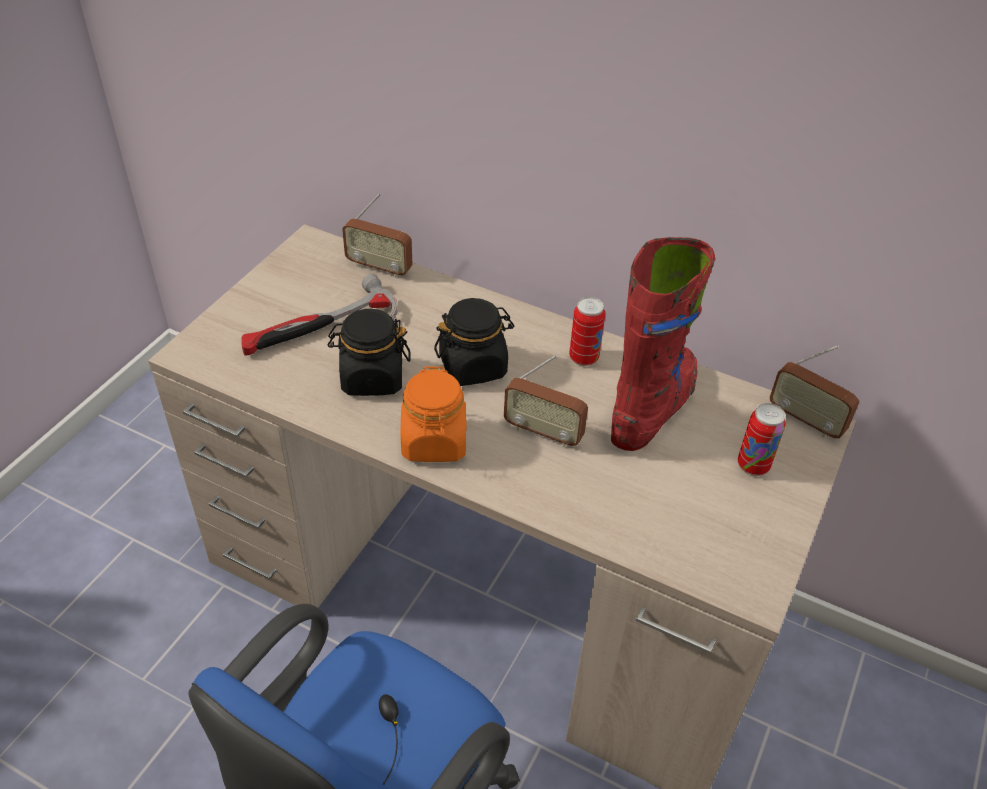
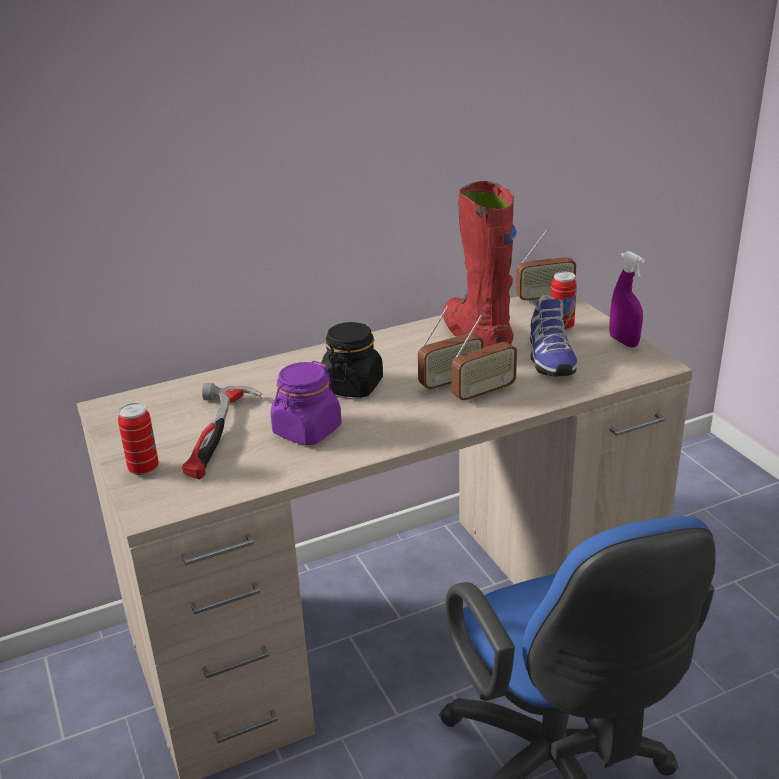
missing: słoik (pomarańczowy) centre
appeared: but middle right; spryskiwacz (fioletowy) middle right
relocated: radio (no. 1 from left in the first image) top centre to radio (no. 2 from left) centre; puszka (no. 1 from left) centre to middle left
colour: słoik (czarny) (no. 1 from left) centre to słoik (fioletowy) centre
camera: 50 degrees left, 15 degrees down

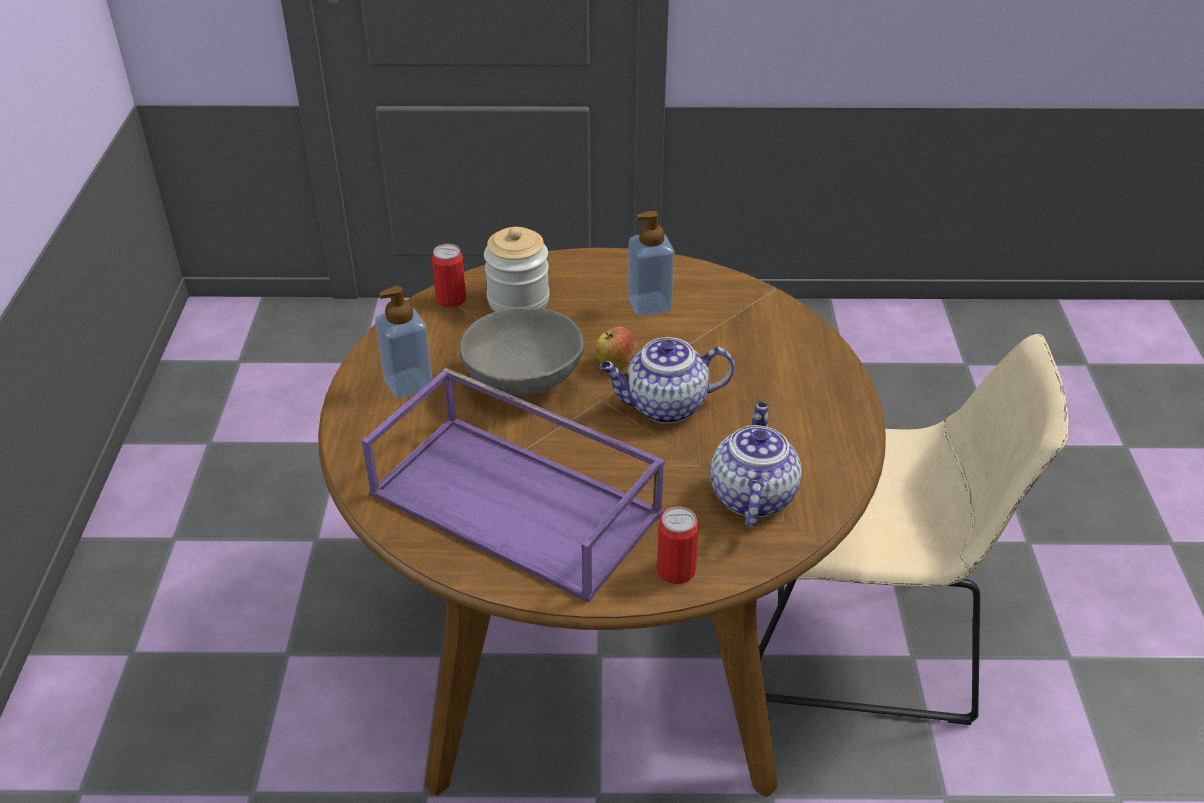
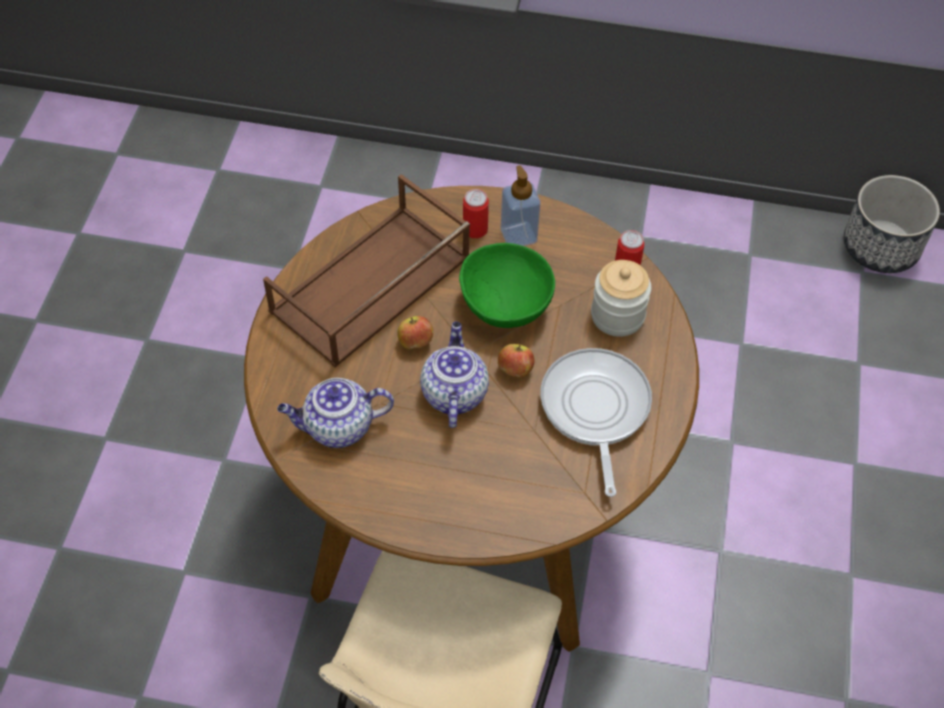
appeared: jabłko (no. 1 from left) centre; donica top right
relocated: puszka (no. 2 from left in the first image) bottom centre to puszka (no. 1 from left) top centre
exchanged: dozownik mydła (no. 2 from left) top centre to patelnia centre
colour: taca (fioletowy) centre to taca (brązowy) centre; miska (szary) centre to miska (zielony) centre
spun: imbryk (no. 2 from left in the first image) centre = centre 150 degrees clockwise
camera: 100 degrees right, 15 degrees up

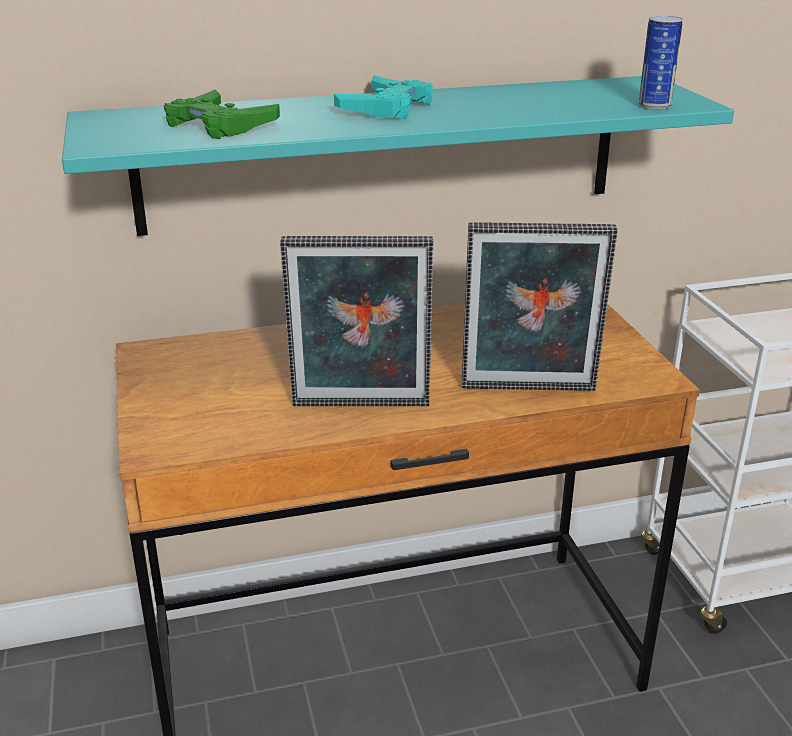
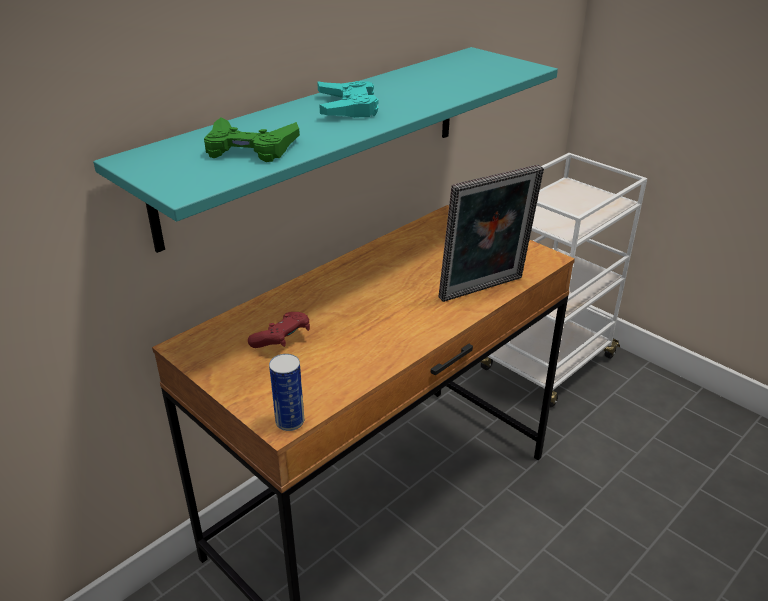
missing: ramka na zdjęcie (no. 1 from left) centre
appeared: pad do gier (czerwony) centre
relocated: puszka top right to centre
camera: 30 degrees left, 5 degrees up

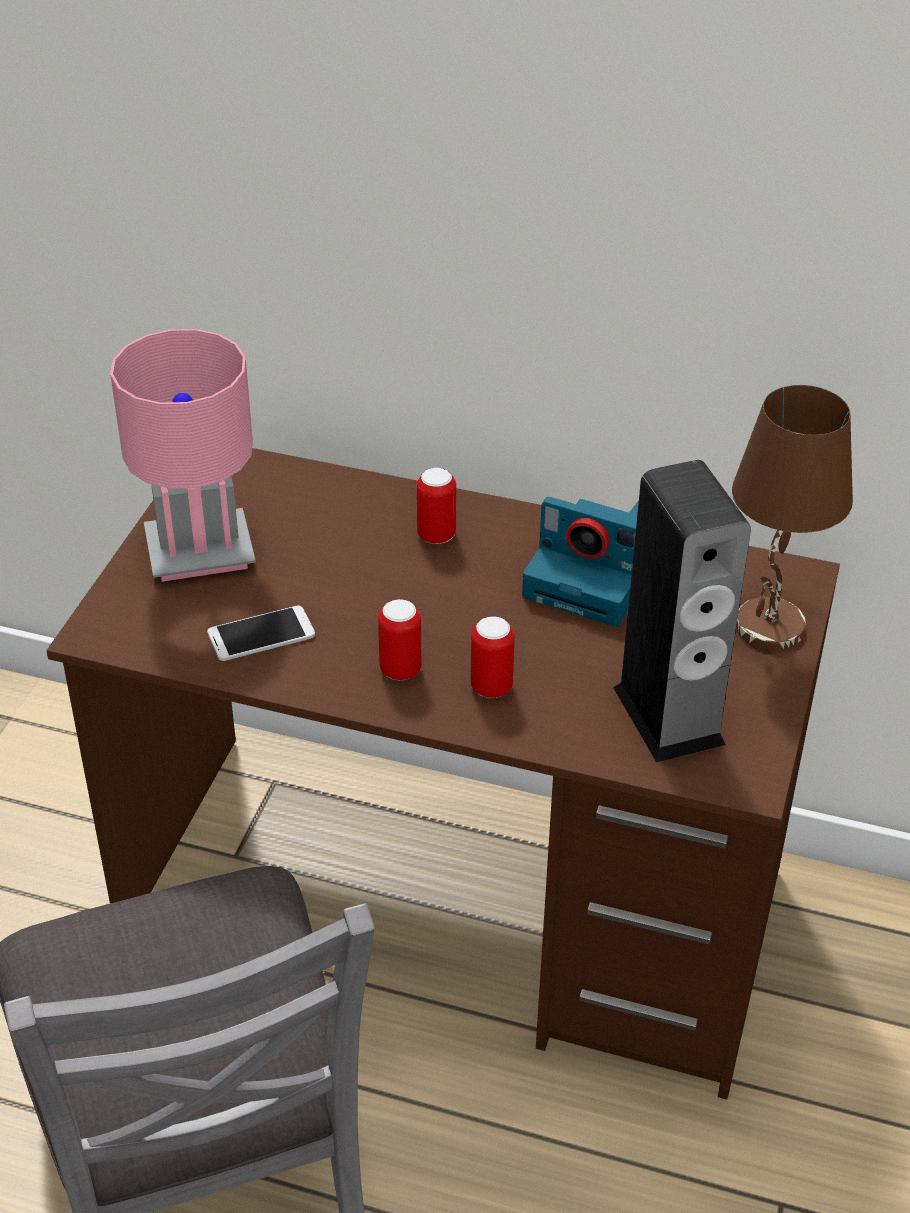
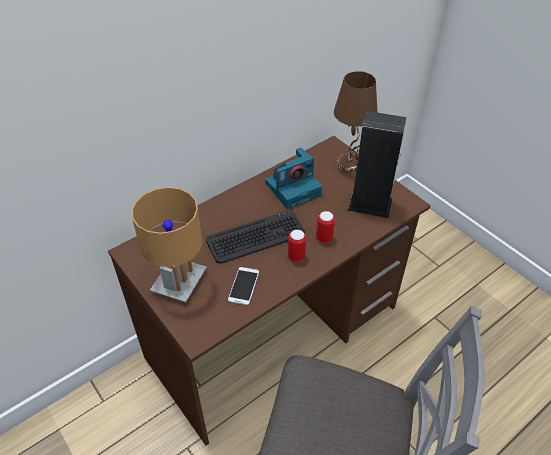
missing: puszka (no. 2 from left) centre
appeared: klawiatura centre
colour: lampa stołowa (różowy) middle left to lampa stołowa (brązowy) (no. 1 from left) middle left
camera: 55 degrees left, 5 degrees up

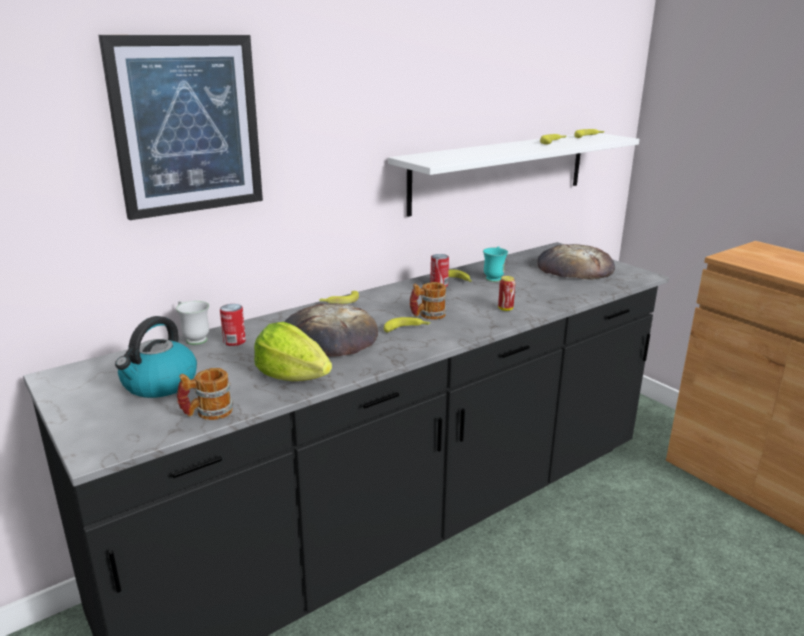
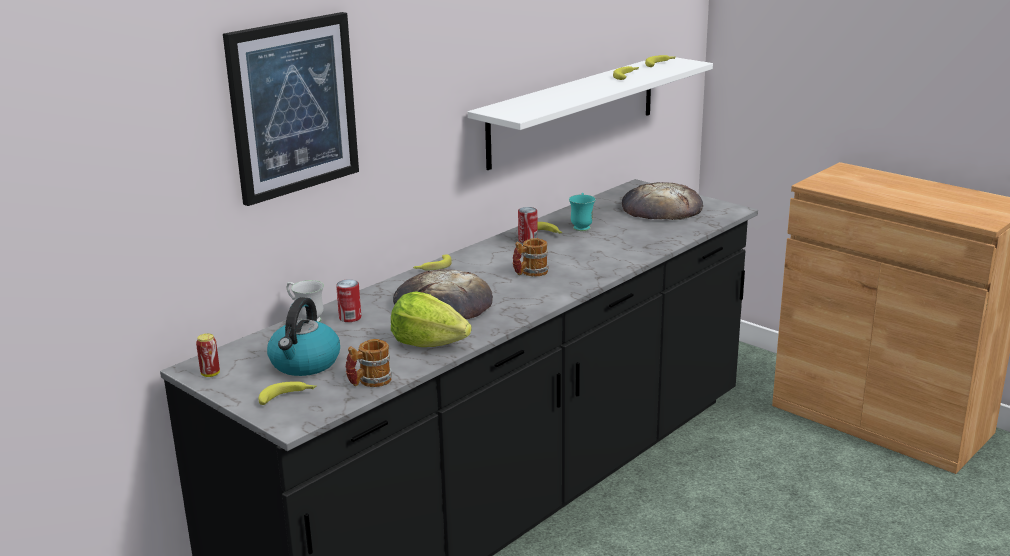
relocated: banan (no. 2 from left in the first image) centre to banan (no. 1 from left) bottom left; puszka (no. 3 from left in the first image) centre to puszka (no. 1 from left) middle left
camera: 10 degrees left, 0 degrees up

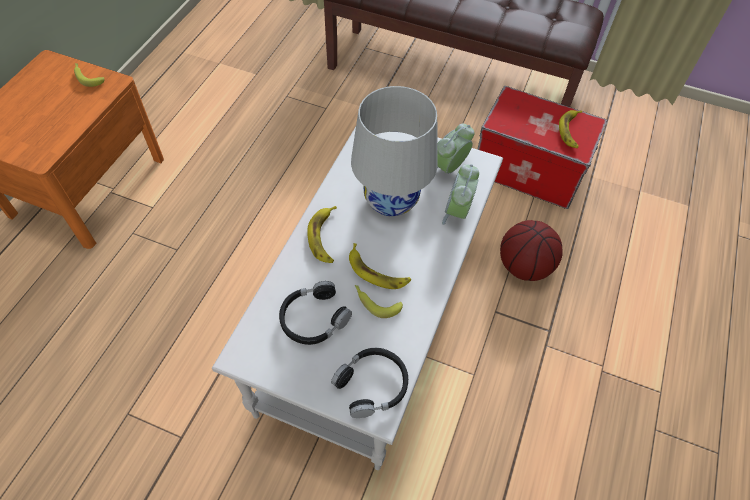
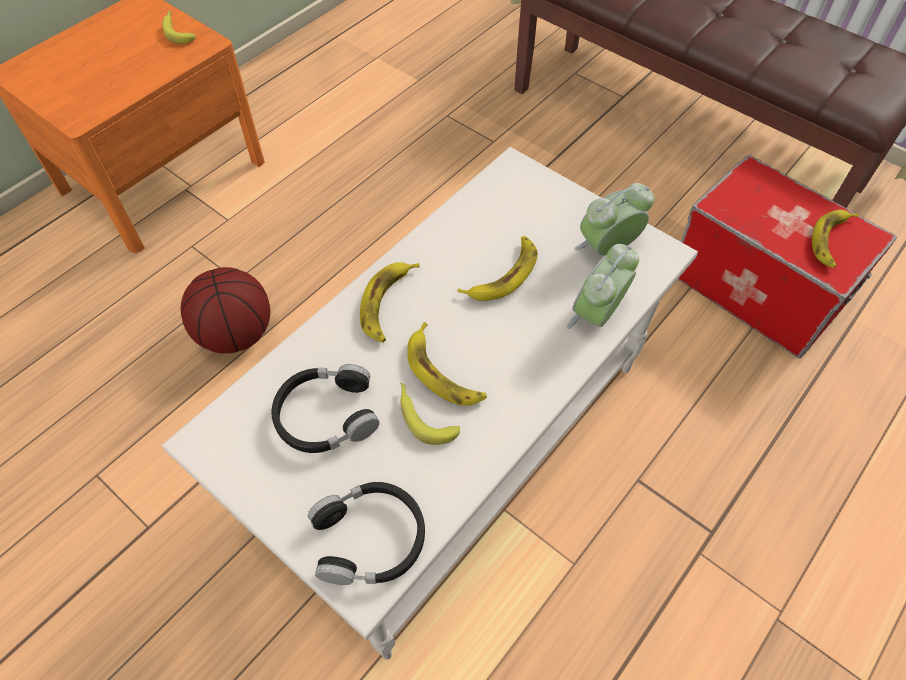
relocated: piłka do koszykówki middle right to middle left
exchanged: lampa stołowa (biały) top centre to banan (no. 5 from left) centre
camera: 20 degrees right, 0 degrees up

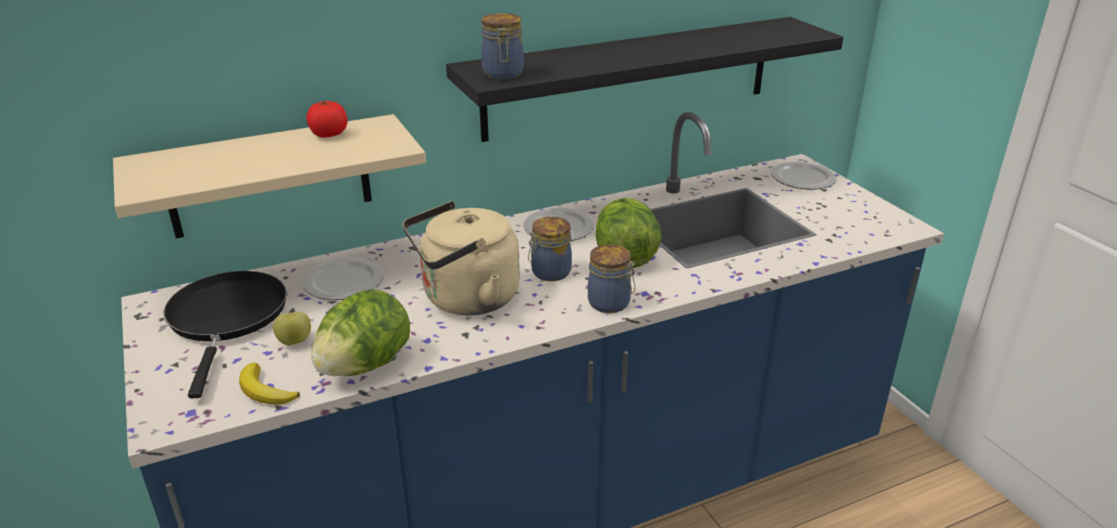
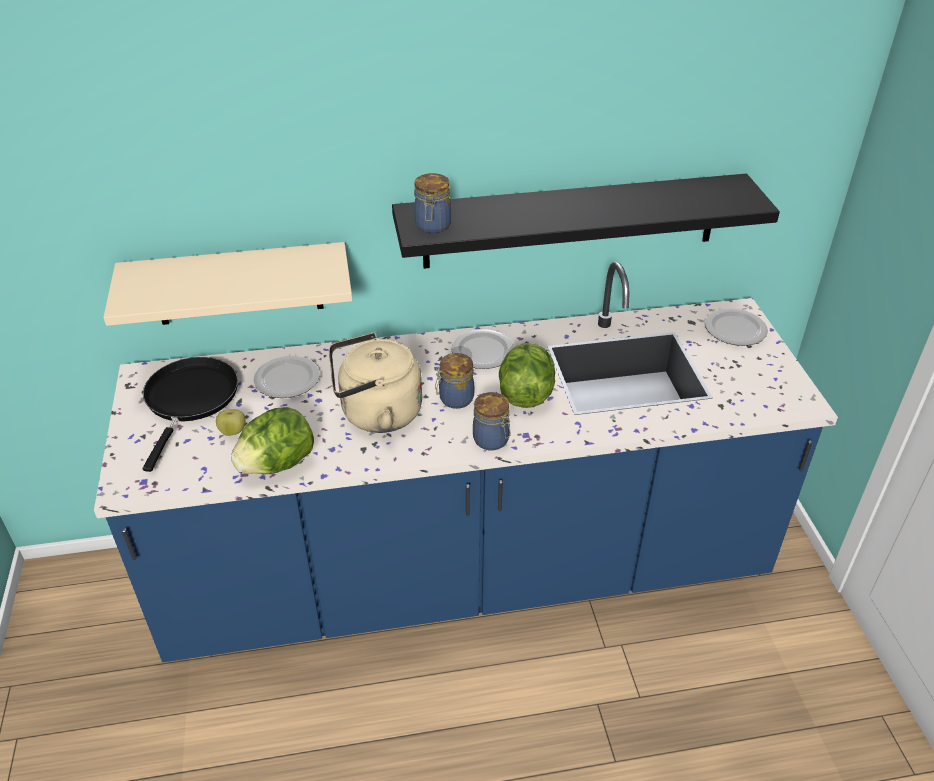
missing: banan bottom left; pomidor top left
camera: 15 degrees right, 10 degrees up

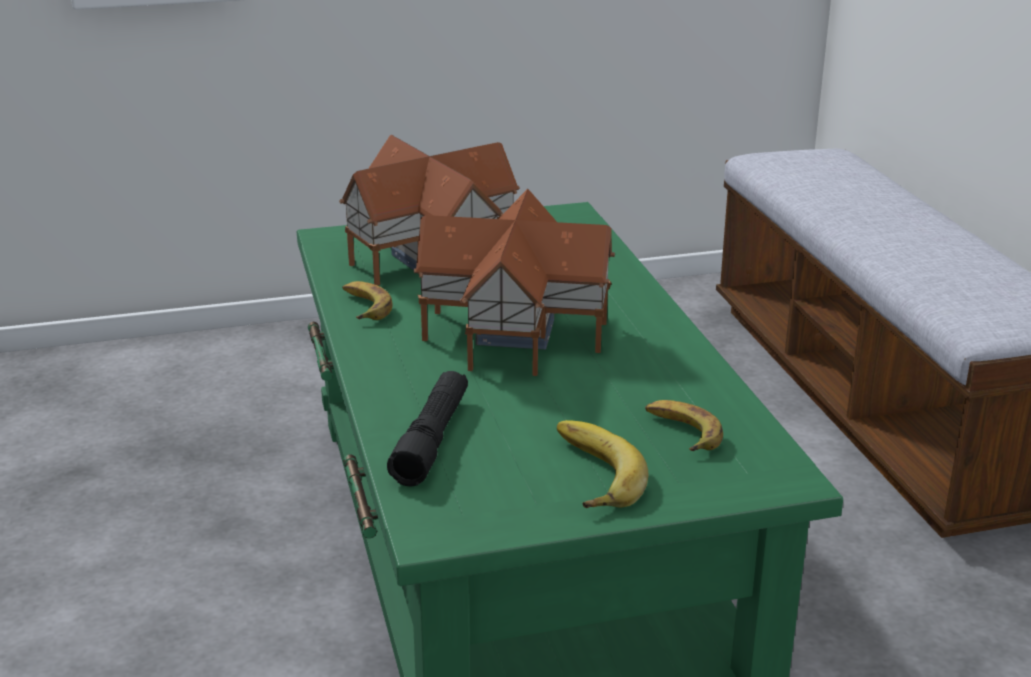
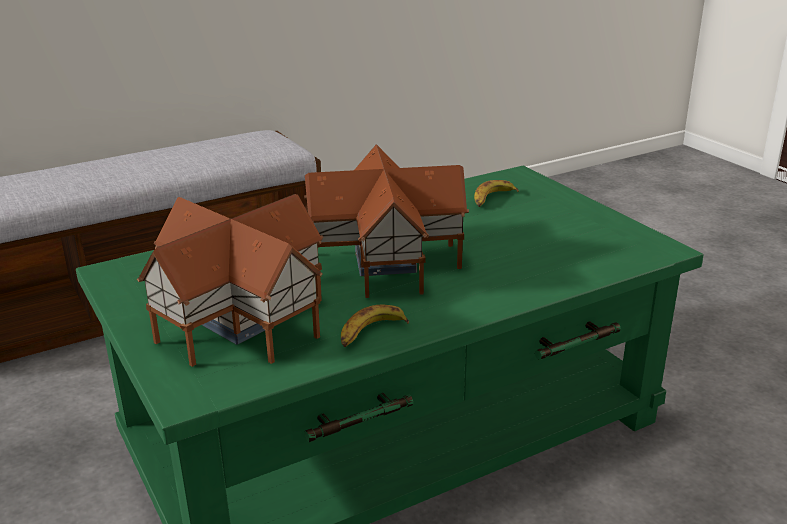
missing: latarka (czarny) centre; banan (no. 2 from left) bottom centre
camera: 105 degrees left, 0 degrees up

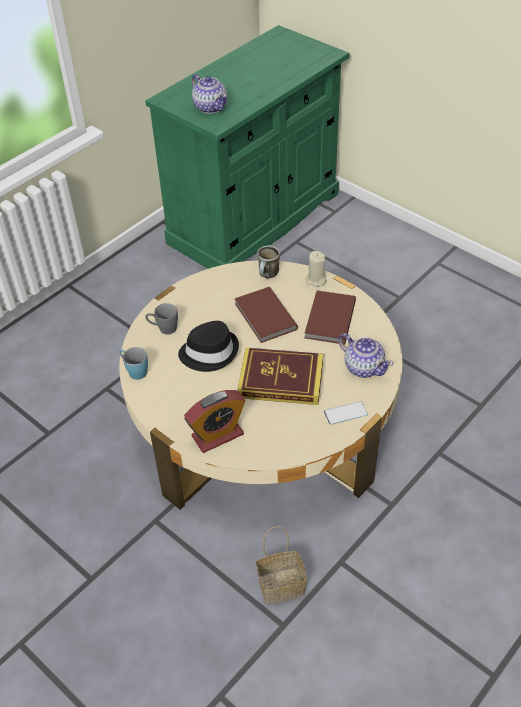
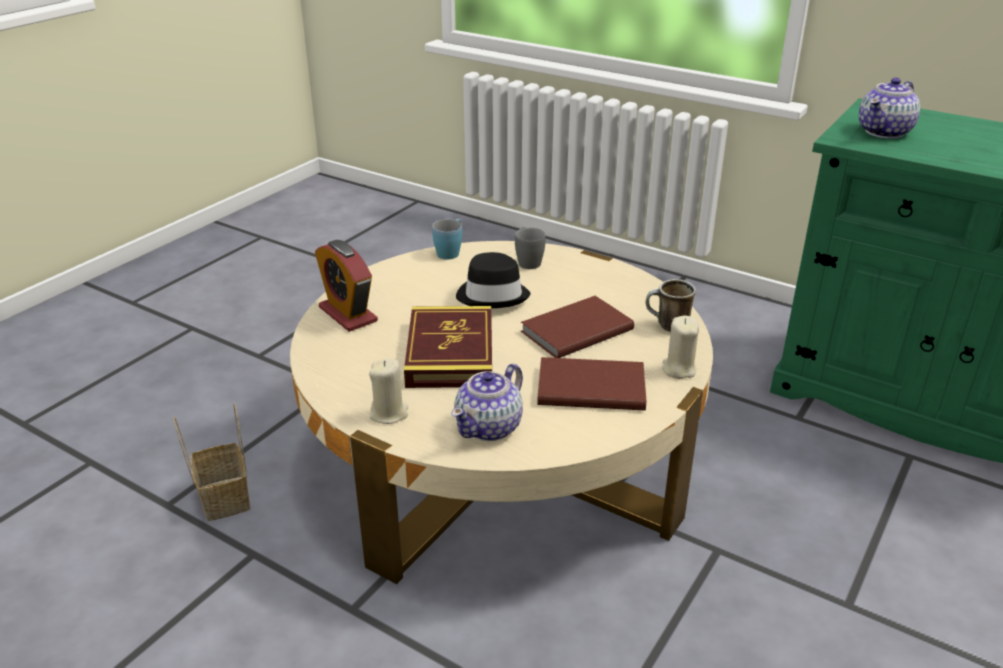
exchanged: telefon centre to świeca (beżowy) (no. 1 from left) centre
camera: 80 degrees right, 15 degrees down

